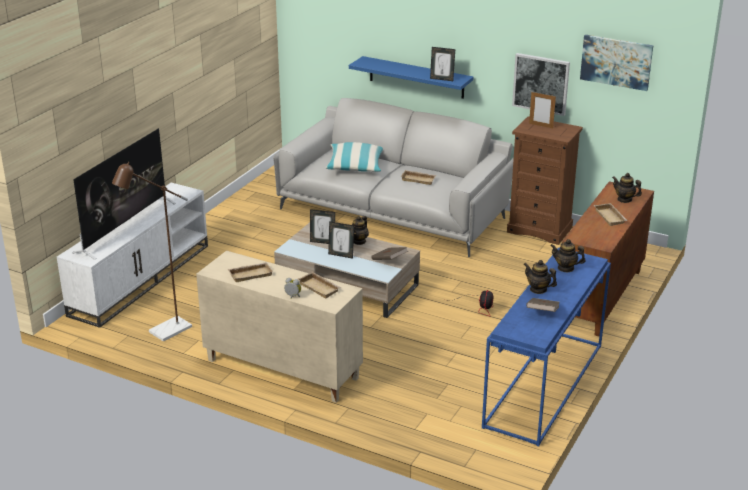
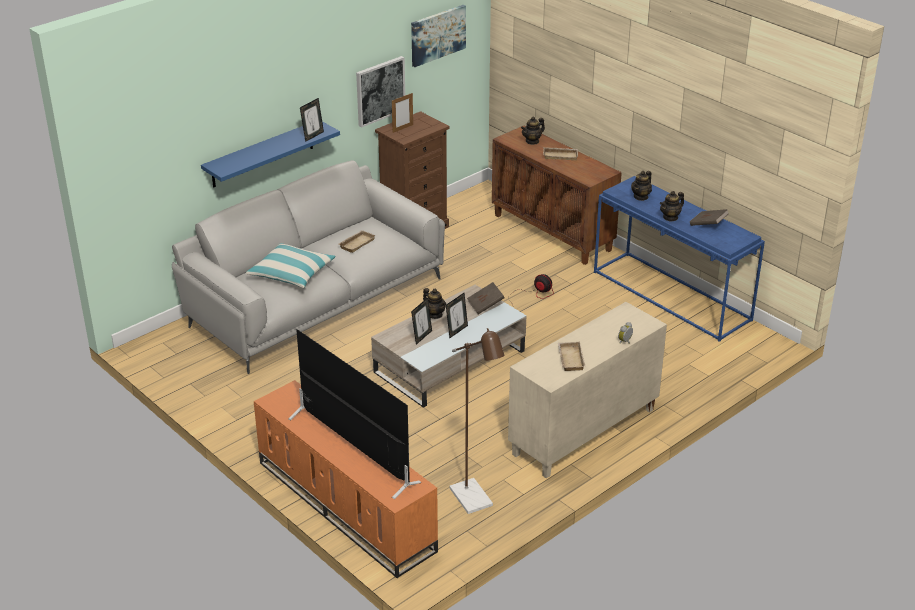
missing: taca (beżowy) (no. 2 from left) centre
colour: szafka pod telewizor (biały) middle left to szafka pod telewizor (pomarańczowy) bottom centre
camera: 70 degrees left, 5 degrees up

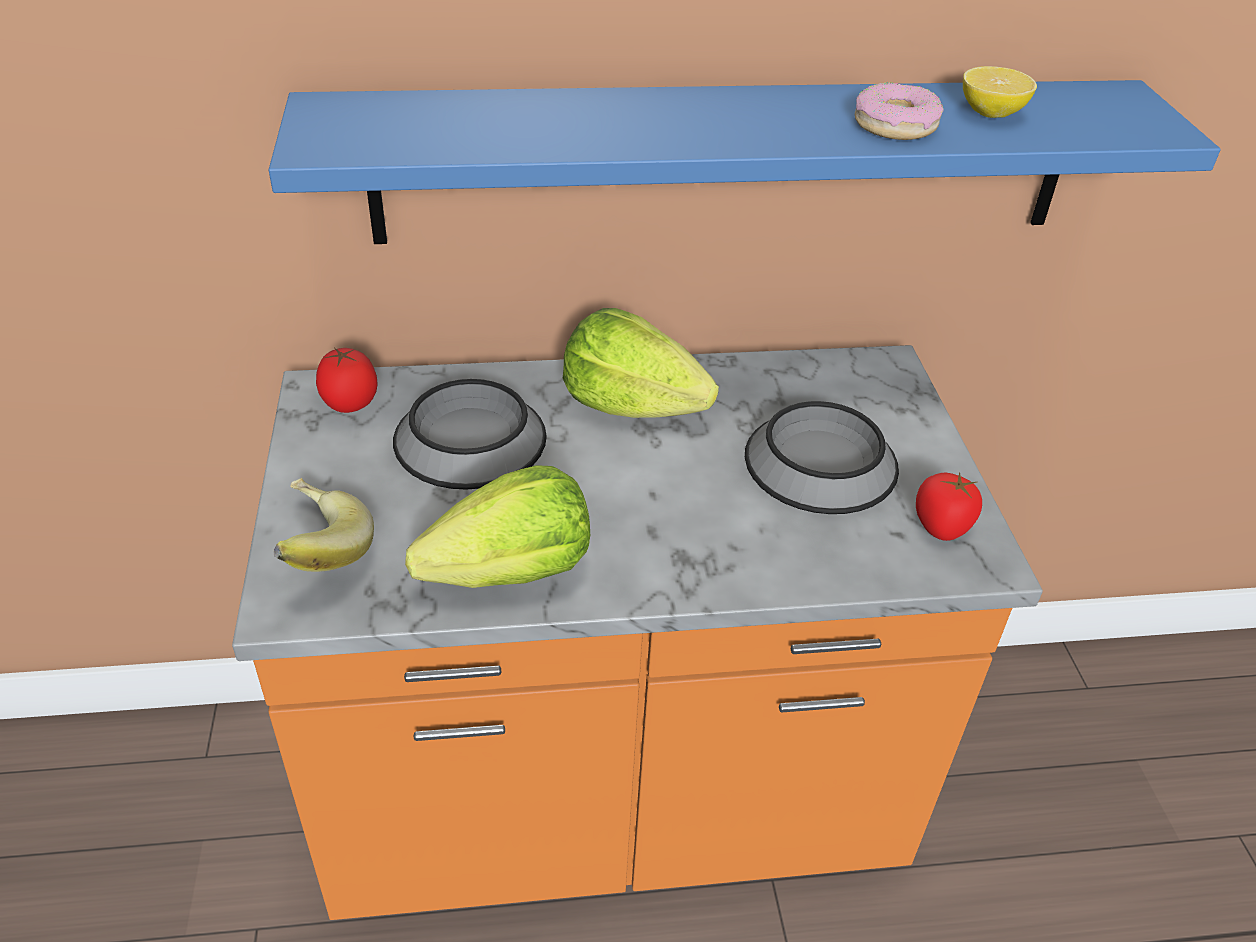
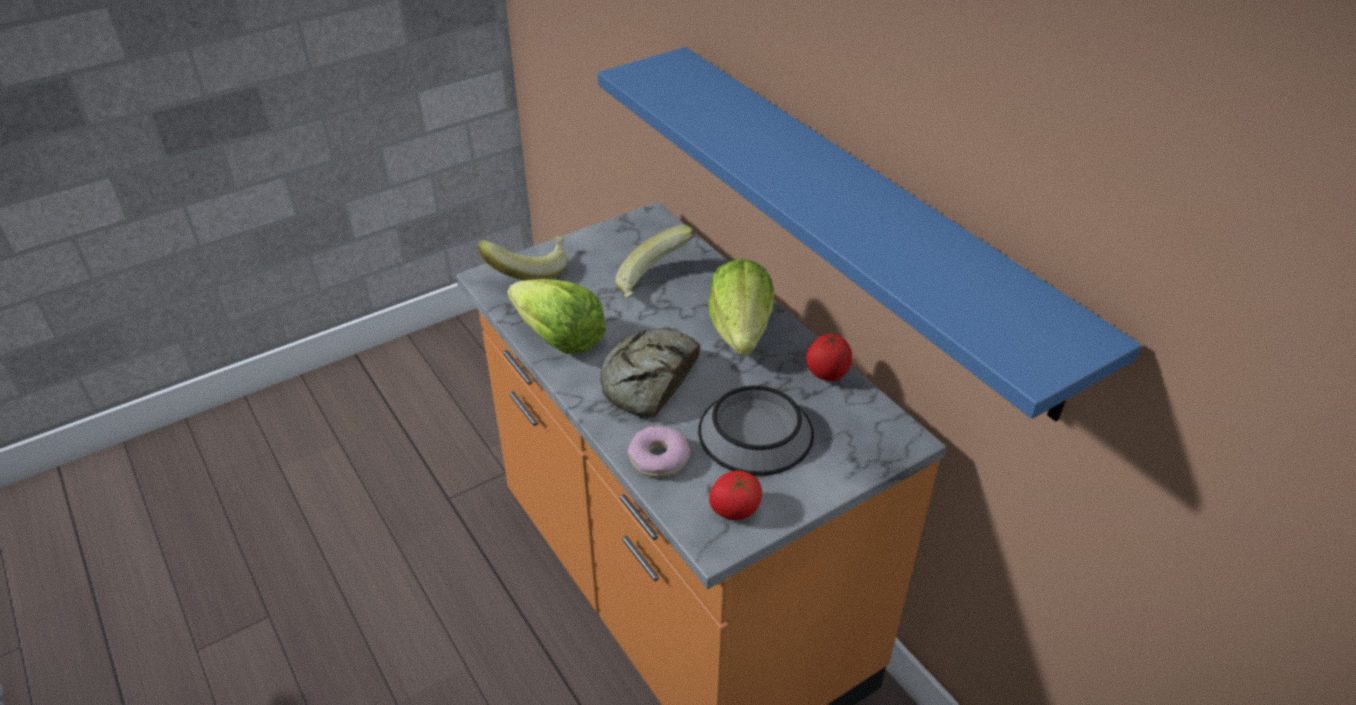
missing: cytryna top right
appeared: chleb centre
relocated: pomidor (no. 1 from left in the first image) middle left to pomidor (no. 2 from left) centre; donut top right to centre
exchanged: miska (no. 1 from left) centre to banan (no. 2 from left) centre
camera: 65 degrees right, 0 degrees up

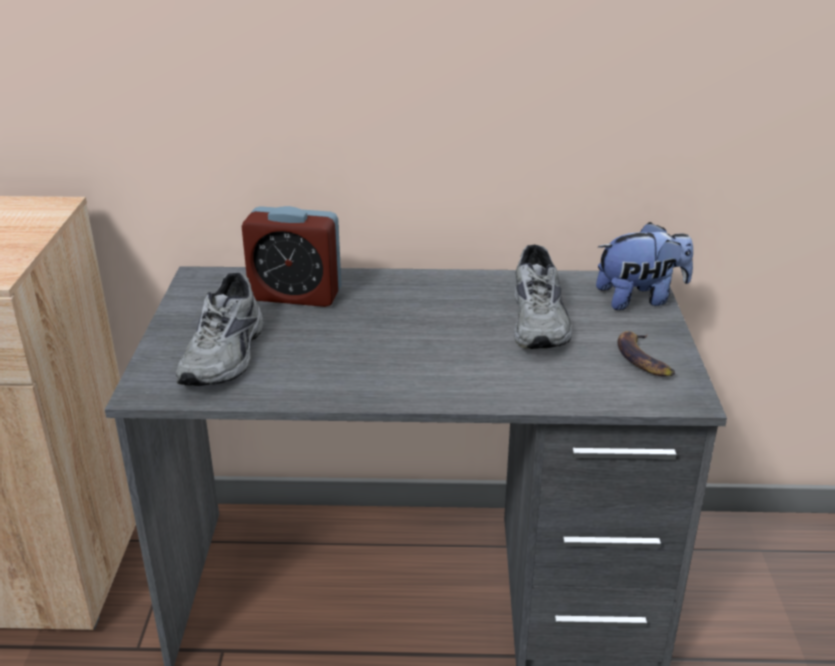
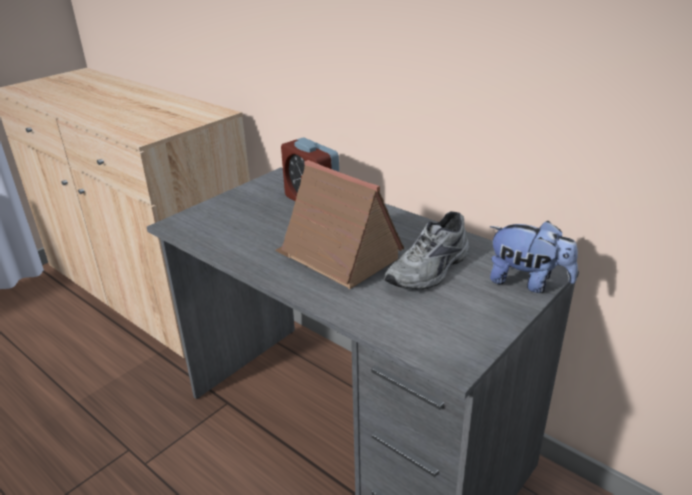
missing: but (szary) (no. 1 from left) middle left; banan middle right
appeared: domek centre
camera: 40 degrees right, 0 degrees up

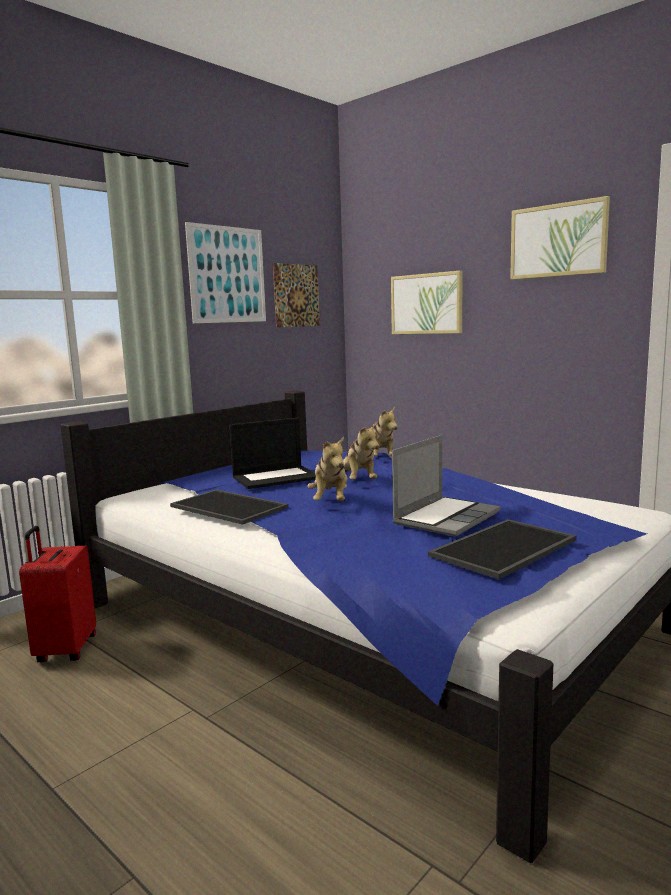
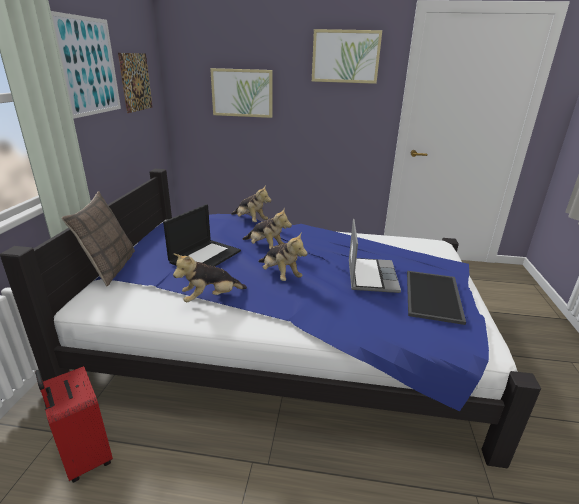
appeared: poduszka middle left
exchanged: taca (no. 1 from left) centre to pluszak (no. 1 from left) centre
camera: 35 degrees left, 15 degrees up

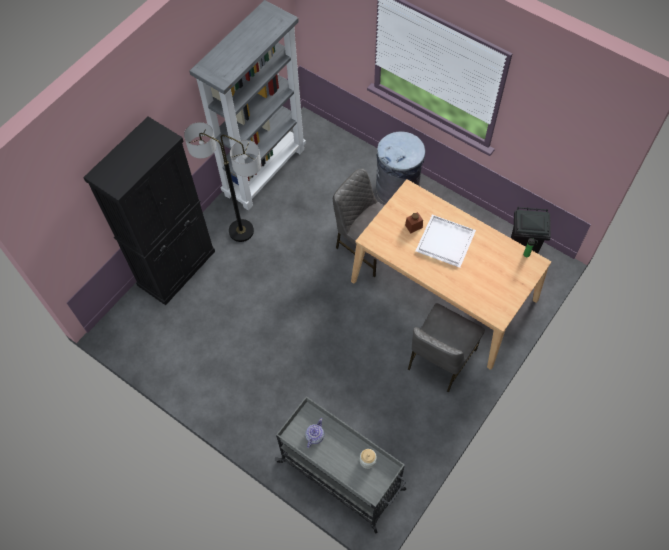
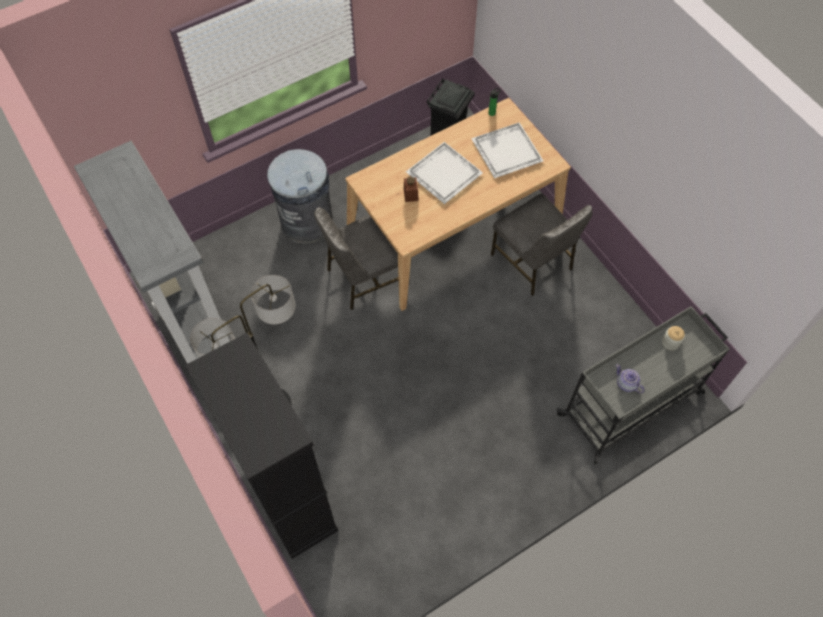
appeared: taca (biały) (no. 2 from left) top centre
camera: 70 degrees left, 0 degrees up

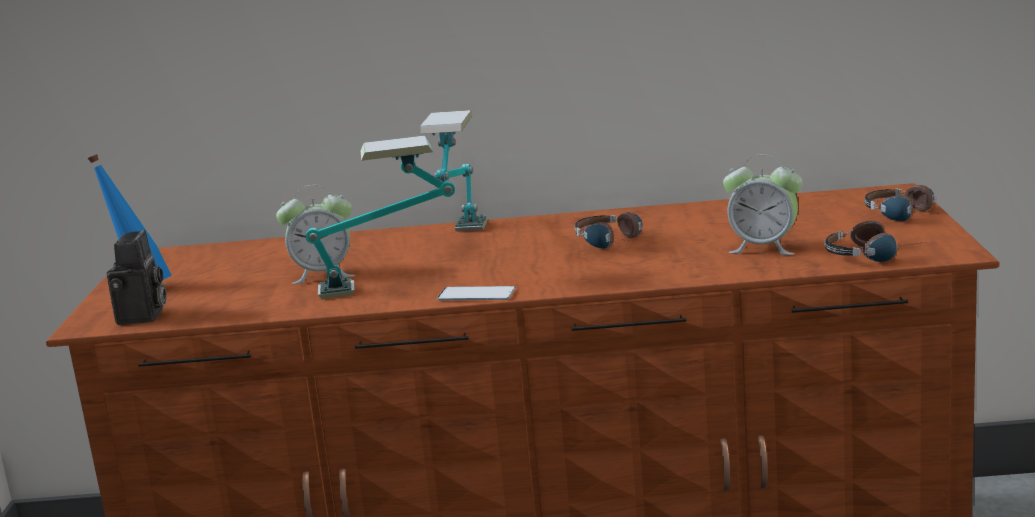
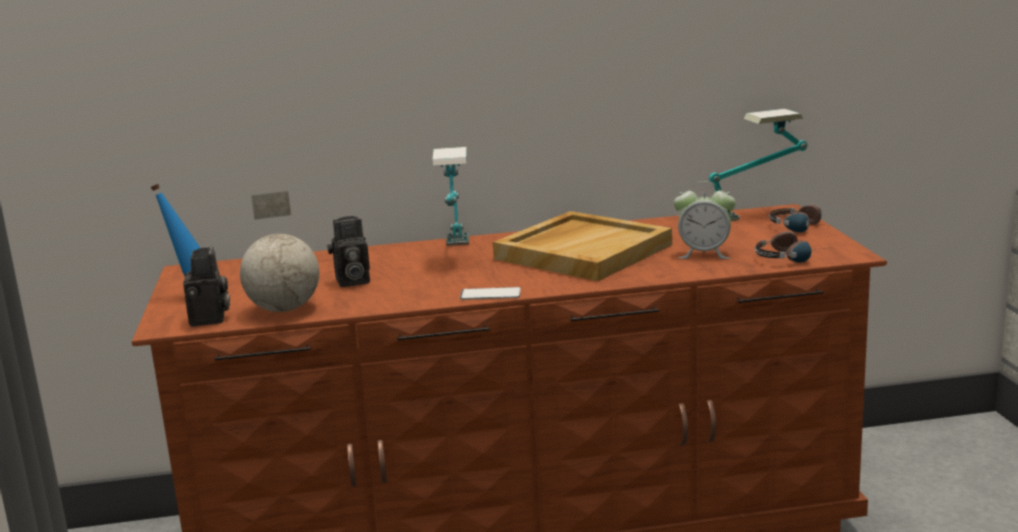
appeared: globus middle left
relocated: lampa stołowa (no. 1 from left in the first image) centre to lampa stołowa (no. 2 from left) top right
exchanged: budzik (no. 1 from left) middle left to aparat fotograficzny (no. 2 from left) centre; słuchawki (no. 1 from left) centre to taca (beżowy) centre
camera: 10 degrees left, 0 degrees up

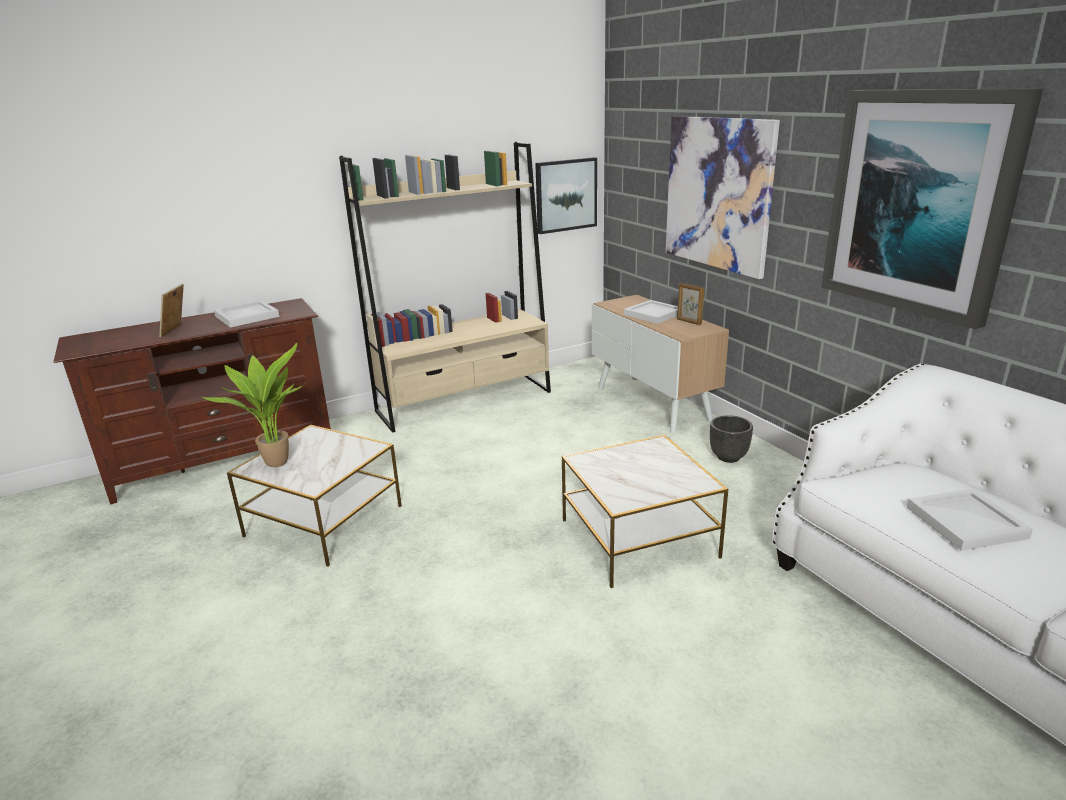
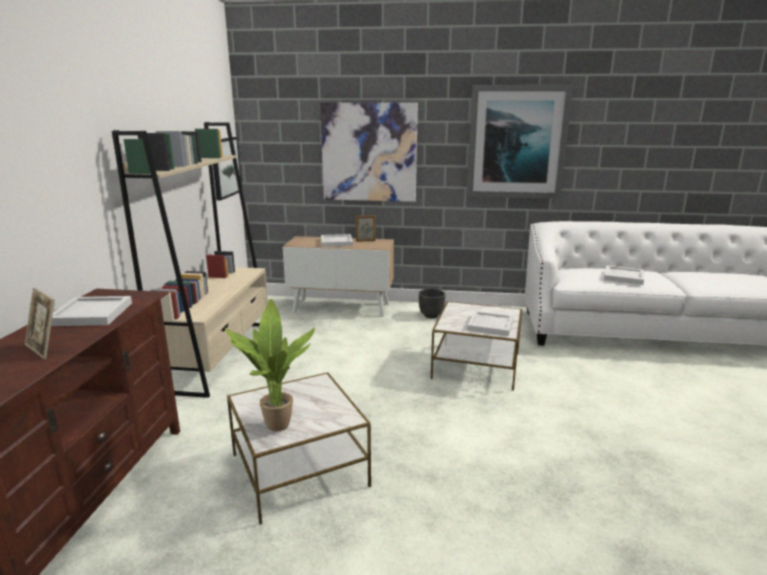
appeared: taca (biały) (no. 3 from left) centre
camera: 55 degrees left, 5 degrees down

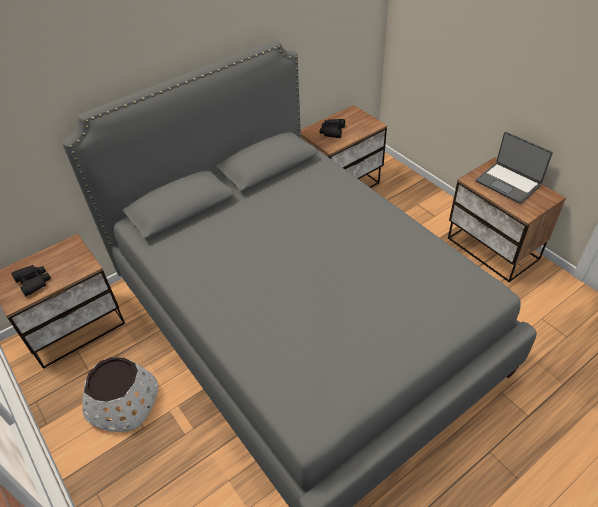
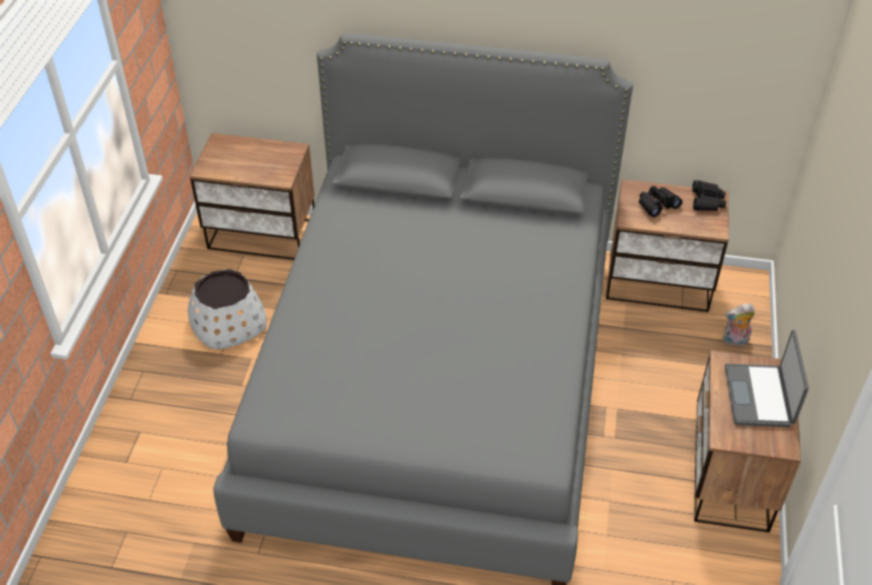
appeared: pluszak middle right
relocated: lornetka (czarny) (no. 1 from left in the first image) middle left to lornetka (czarny) (no. 2 from left) middle right
camera: 45 degrees right, 0 degrees up

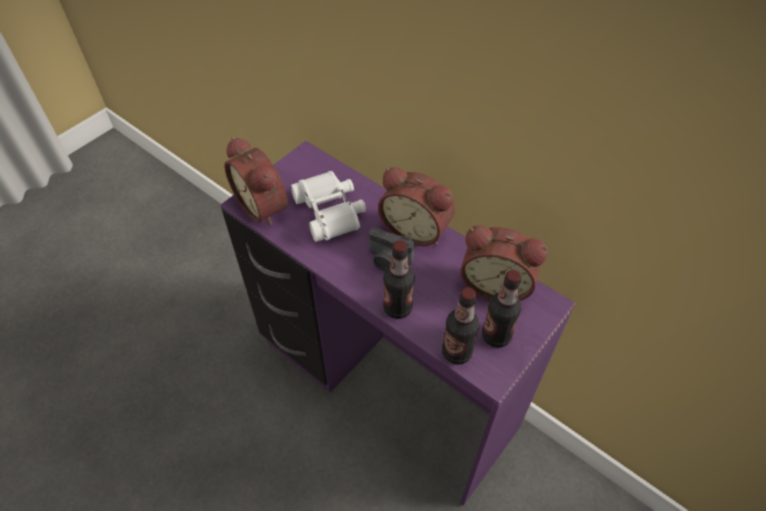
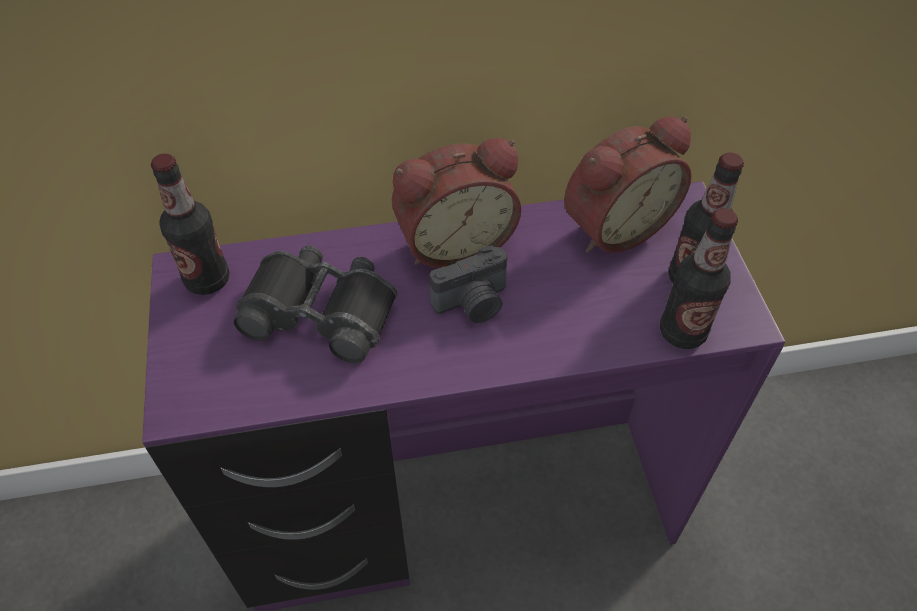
missing: budzik (no. 1 from left) centre
relocated: butelka (no. 1 from left) centre to middle left
colour: lornetka (biały) centre to lornetka (czarny) centre
camera: 50 degrees left, 0 degrees up

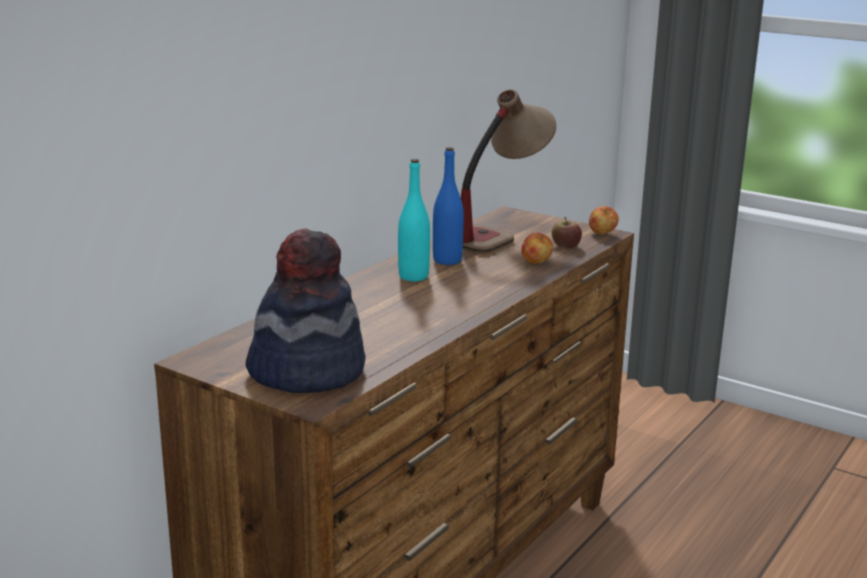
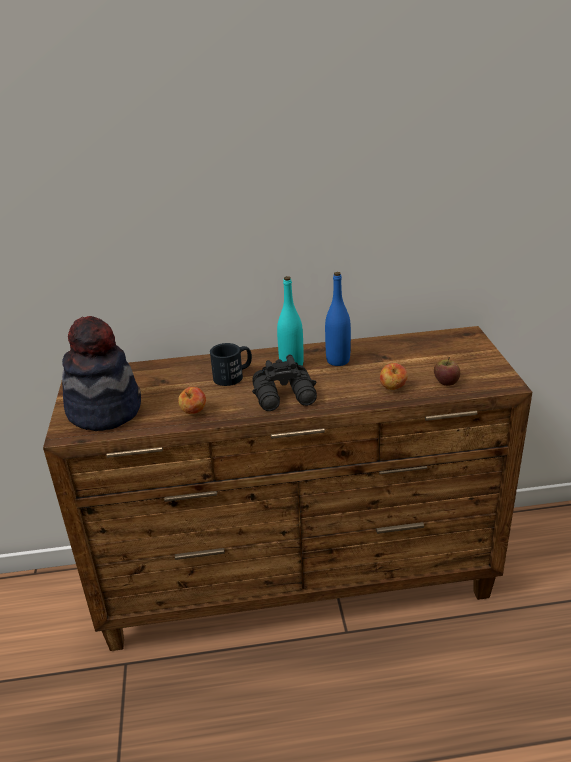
missing: lampa stołowa top centre
appeared: kubek (czarny) centre; lornetka (czarny) centre
relocated: jabłko (no. 3 from left in the first image) middle right to jabłko (no. 1 from left) centre
camera: 50 degrees right, 10 degrees up

